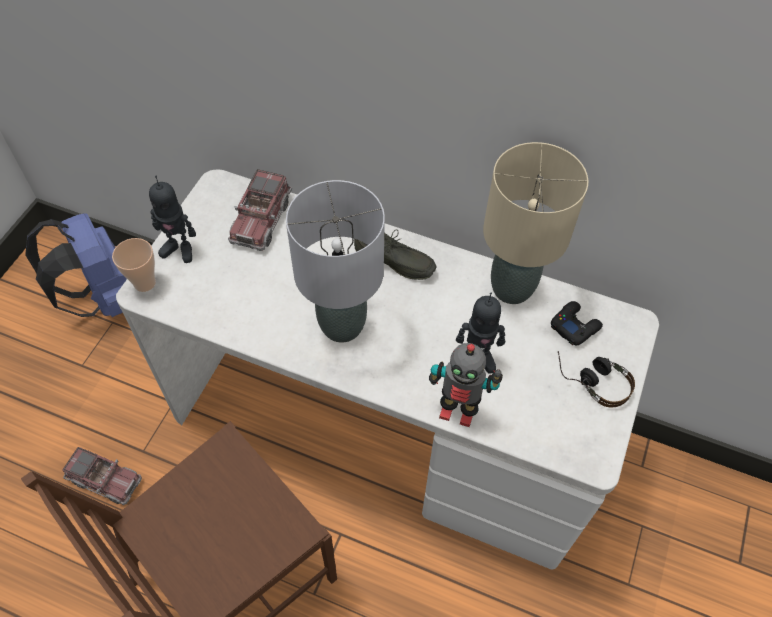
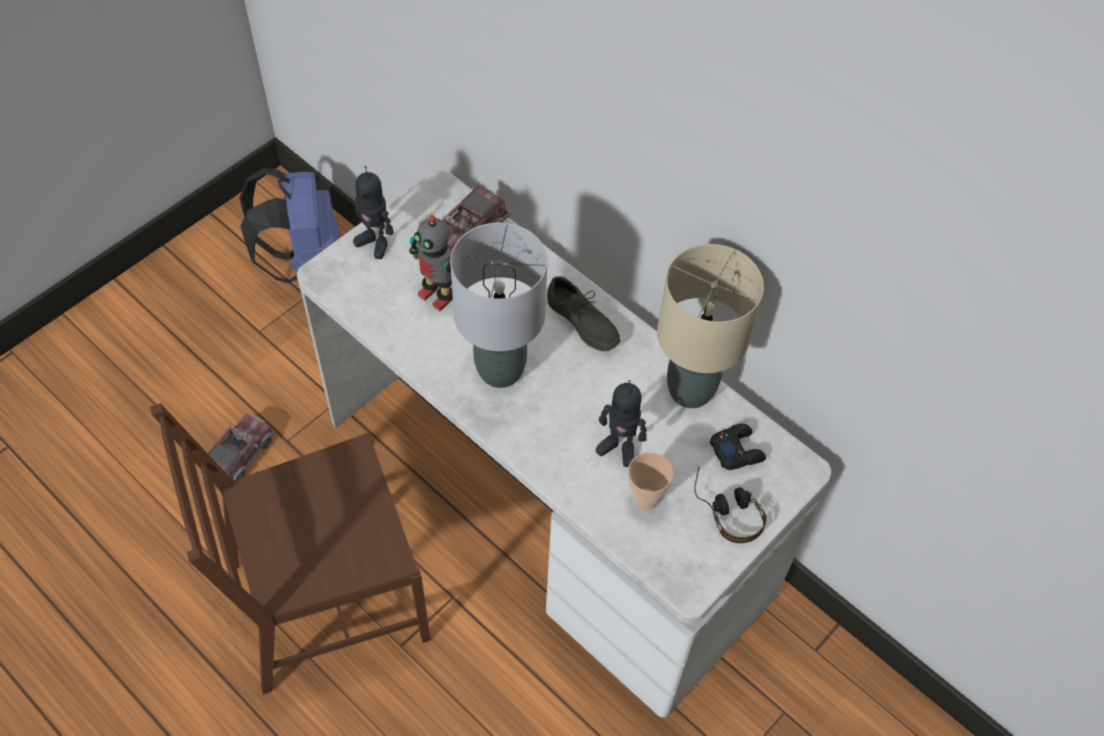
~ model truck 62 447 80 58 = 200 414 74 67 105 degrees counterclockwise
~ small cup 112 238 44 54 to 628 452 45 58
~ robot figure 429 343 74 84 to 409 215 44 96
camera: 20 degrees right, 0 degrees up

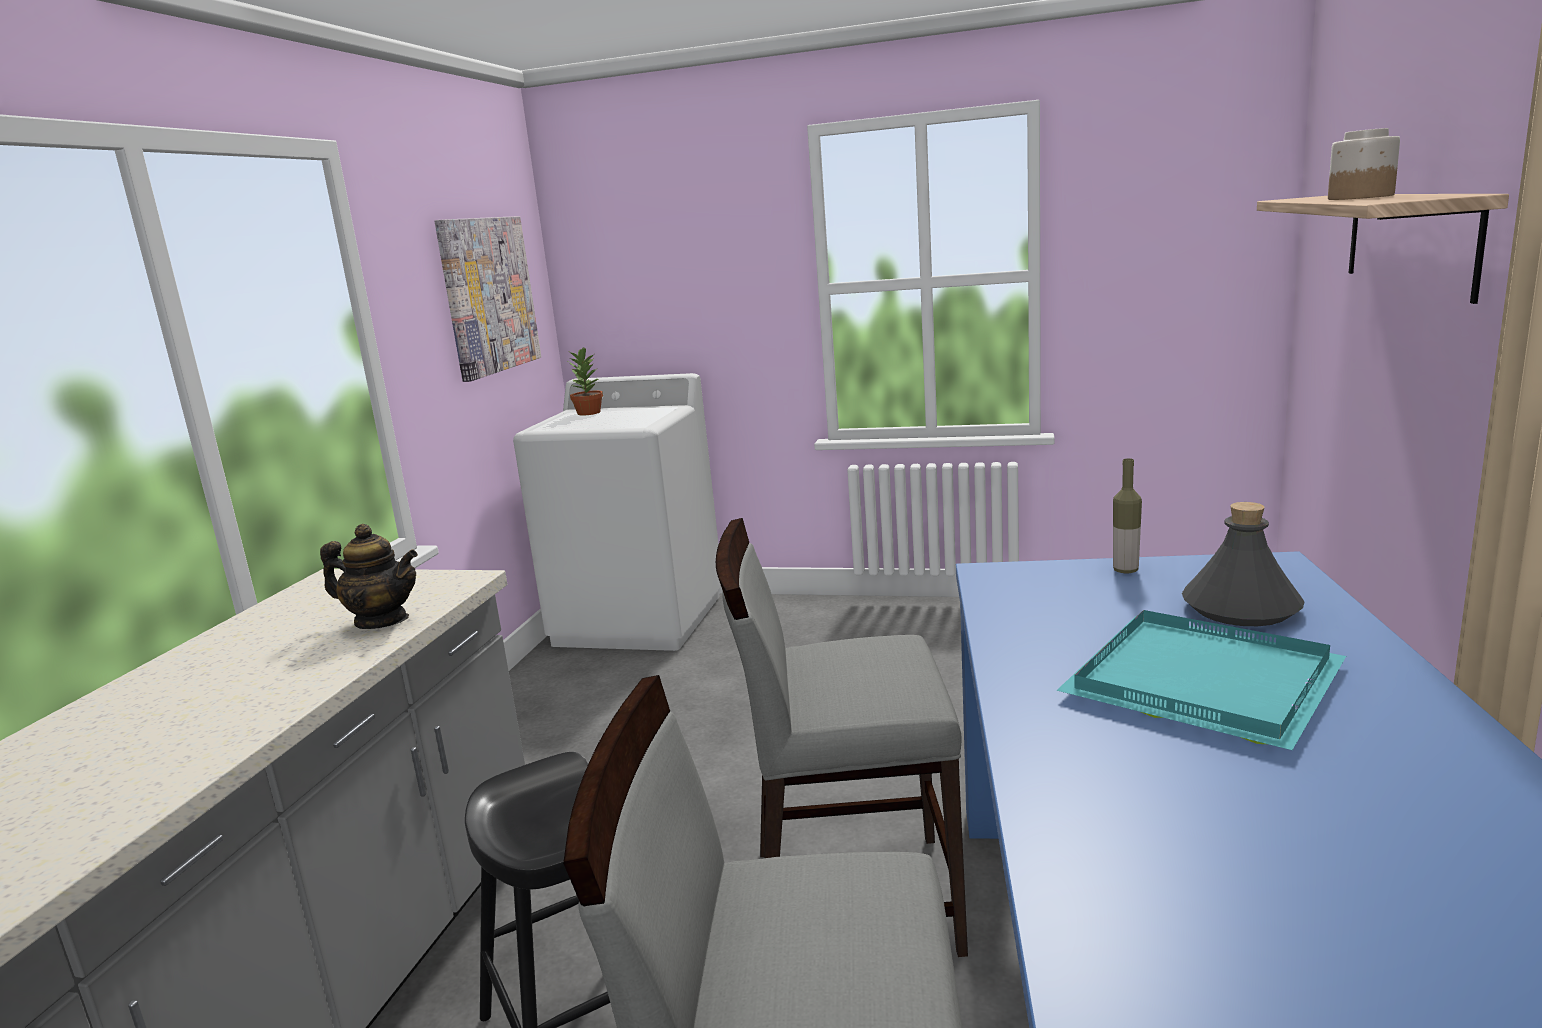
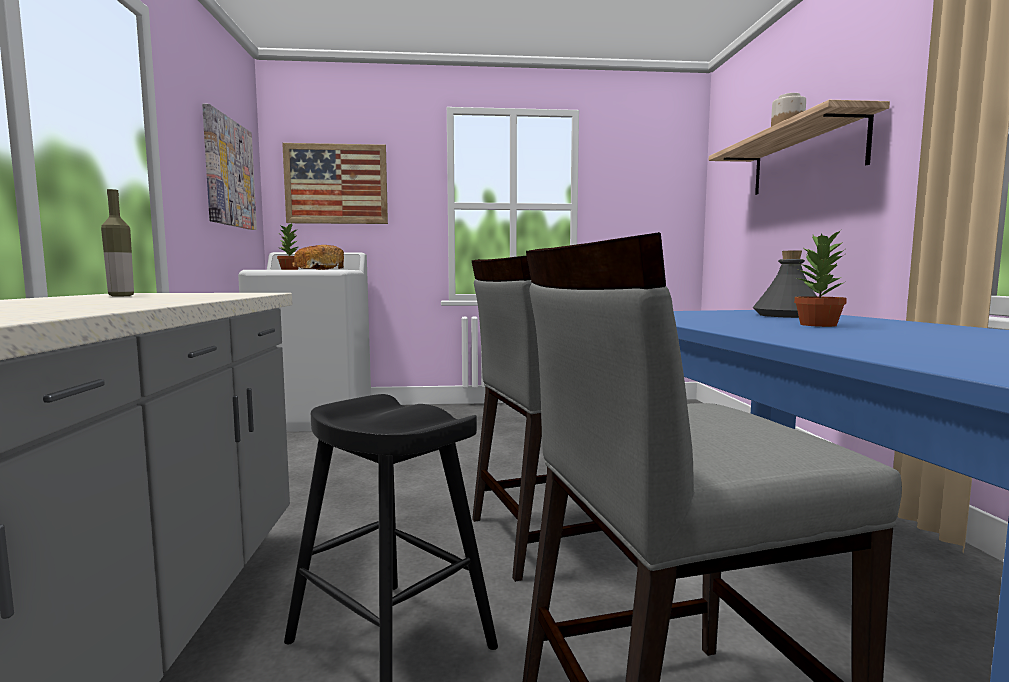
- tea pot 320 524 98 105
~ serving tray in turquoise-coloured 1056 610 290 140 to houseplant 794 230 53 97
~ bottle 1113 458 29 115 to 101 189 33 108
+ picture 282 143 106 81
+ baked bread 292 245 52 25
camera: 20 degrees left, 10 degrees down

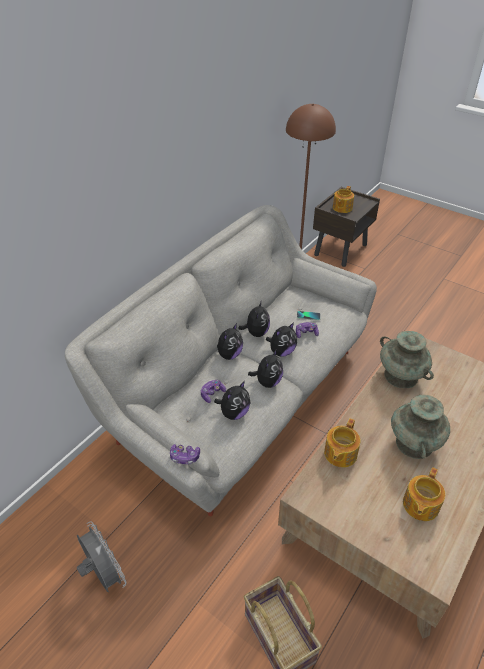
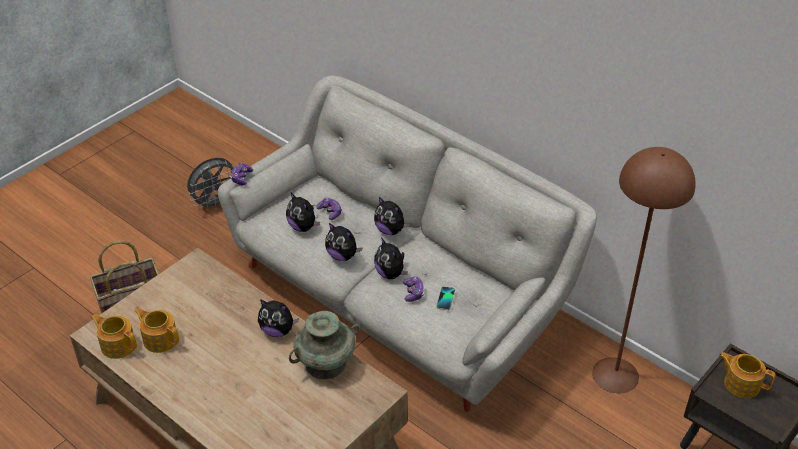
~ plush toy 239 300 31 37 to 258 299 41 38
~ tea pot 324 418 36 49 to 91 314 46 45
- vase in turquoise-coloured 391 395 59 64
camera: 95 degrees right, 0 degrees up

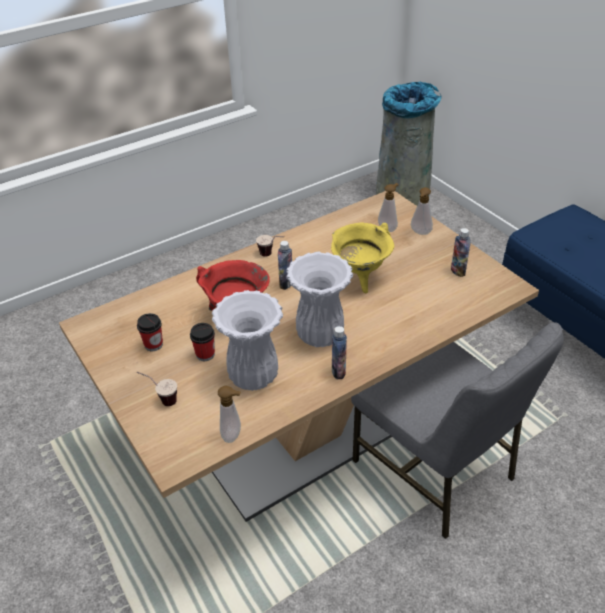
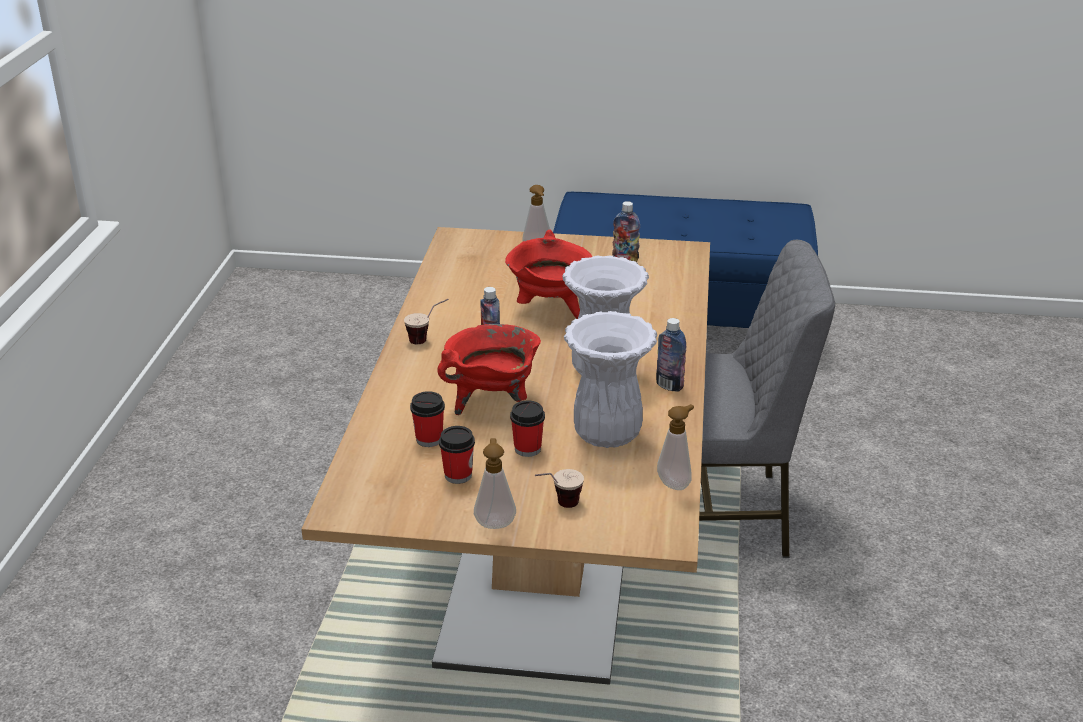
~ saucepot in yellow-coloured 331 222 63 71 to saucepot in reddish 505 230 87 89
- trash can in gray 376 82 66 124
~ soap dispenser 378 183 21 49 to 474 438 42 91
+ small cup 410 391 35 56
camera: 50 degrees left, 10 degrees down

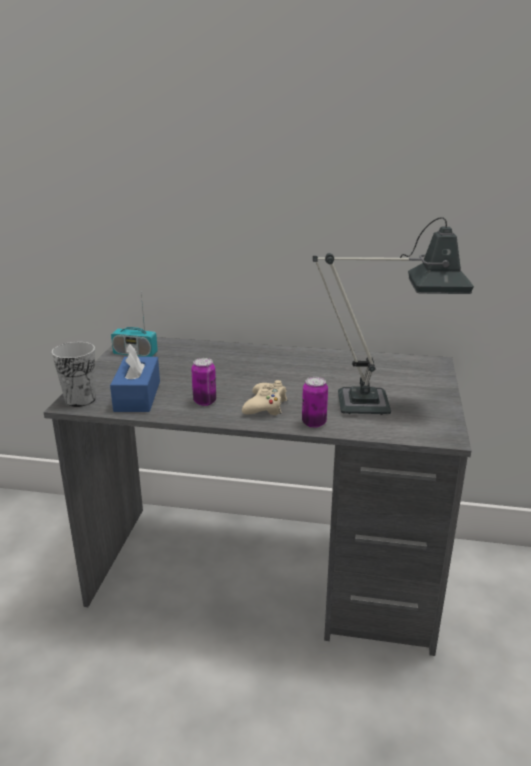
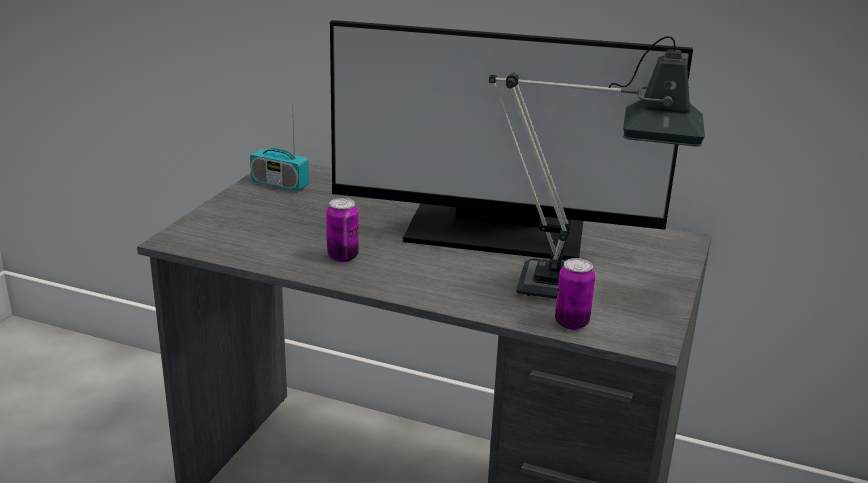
- small cup 52 342 44 65
- tissue box in blue 110 343 50 69
- gamepad in beige 242 380 45 35
~ metal can 302 377 26 51 to 555 258 40 72
+ monitor 330 20 363 241
camera: 10 degrees right, 0 degrees up

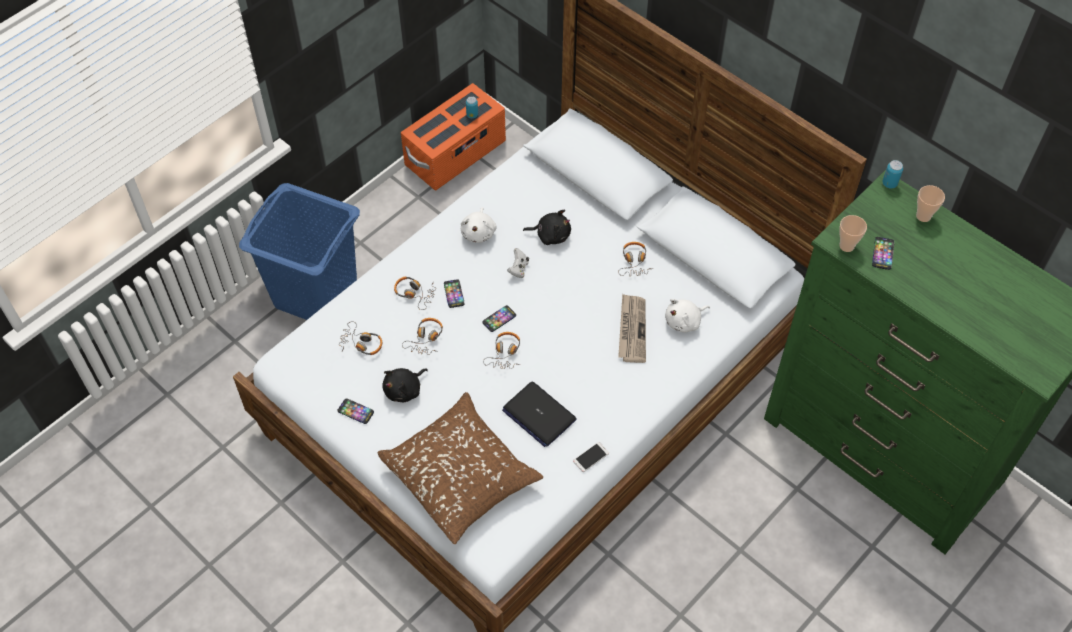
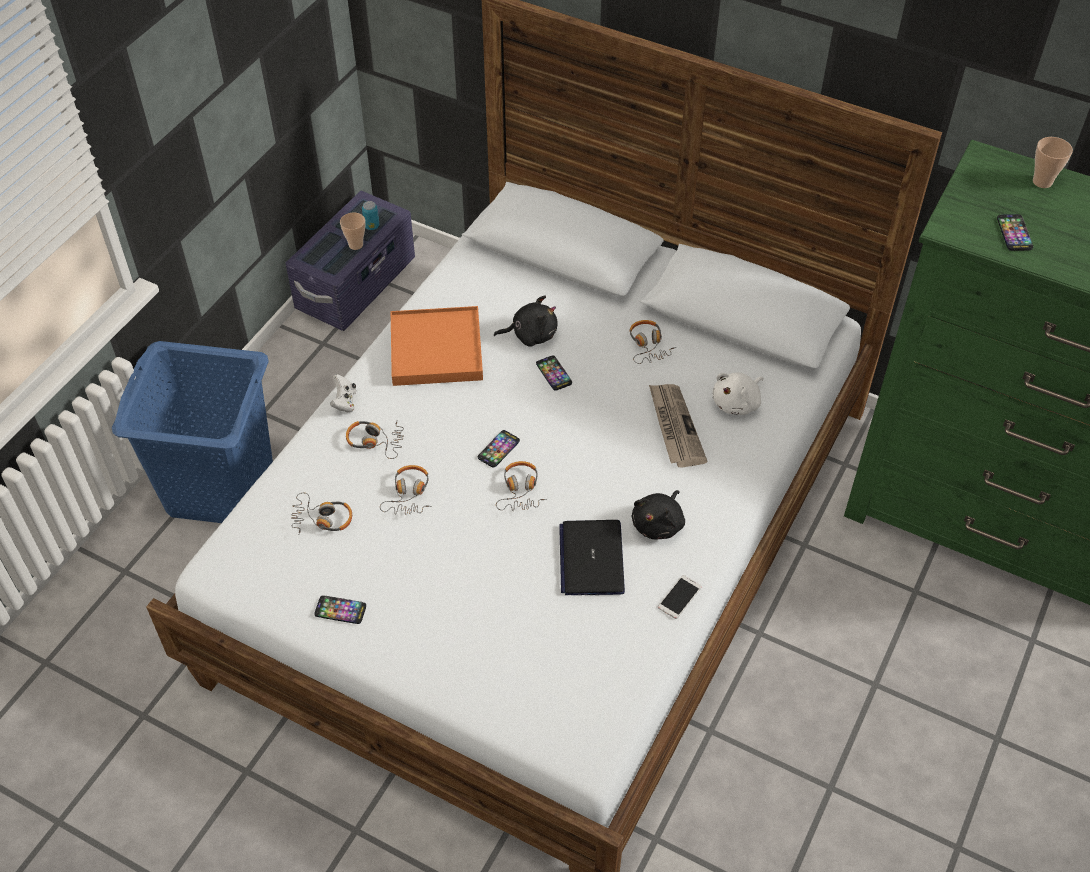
- throw pillow in brownish 378 392 165 152
~ plush toy in blackish 382 368 46 34 to 632 490 53 50
~ storage container in orangey 401 83 105 107 to storage container in purplish 285 191 130 140
~ telephone 444 279 21 29 to 536 355 36 36
~ plush toy in whitish 461 207 35 36 to serving tray in orangey 391 306 92 80
~ portable computer 502 381 75 66 = 559 520 66 75 60 degrees clockwise
~ gamepad in whitish 507 248 22 30 to 330 374 26 38
~ small cup 839 215 28 37 to 340 213 26 37
- metal can 882 160 21 28
camera: 15 degrees left, 5 degrees down

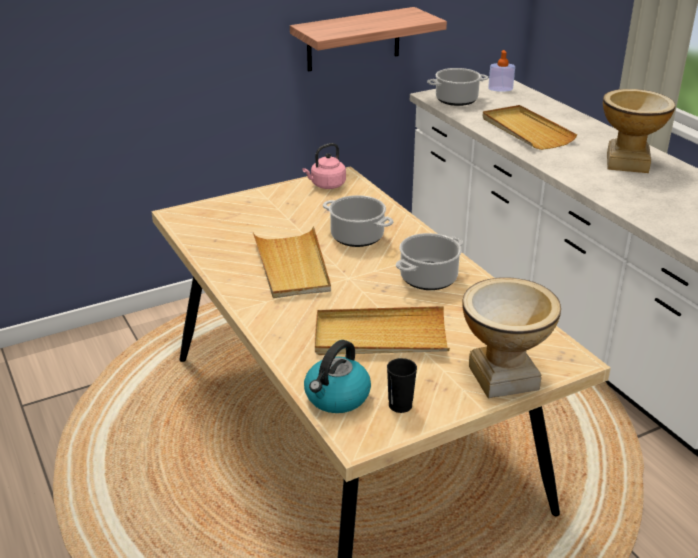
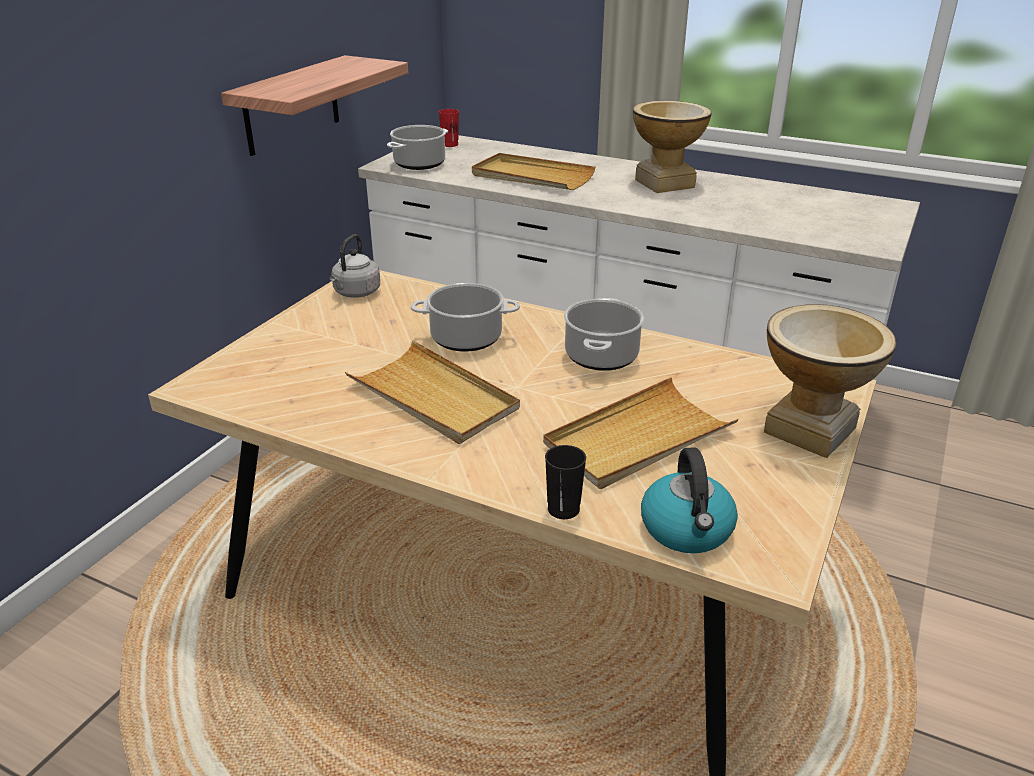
~ water kettle in pink-coloured 302 143 44 46 to water kettle in gray 330 234 50 64
~ small cup in blackish 387 358 30 55 to 545 445 41 74
~ soap dispenser 488 50 27 42 to small cup in reddish 439 109 20 38
camera: 35 degrees left, 0 degrees up

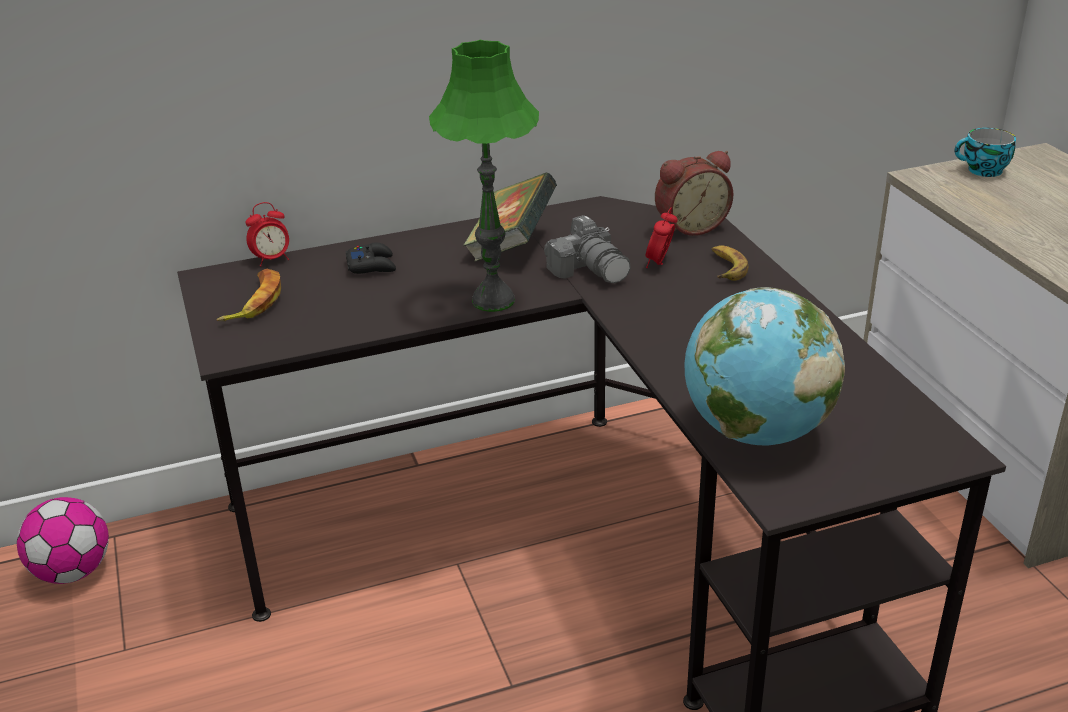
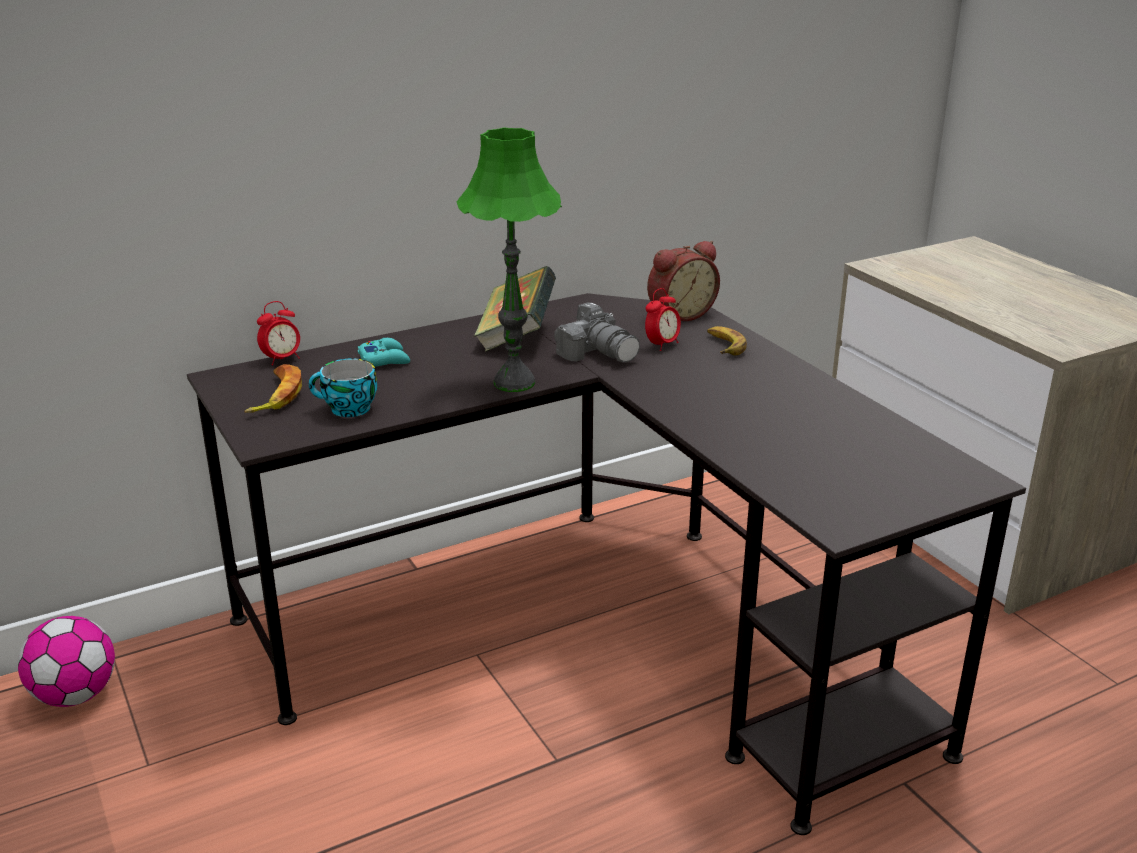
~ gamepad in blackish 346 243 50 31 to gamepad in turquoise-coloured 358 338 52 29
~ bedside clock 646 208 32 60 = 645 288 36 63 150 degrees counterclockwise
- globe 685 287 160 158
~ small cup 955 128 61 49 to 309 358 68 59
camera: 10 degrees left, 5 degrees down

